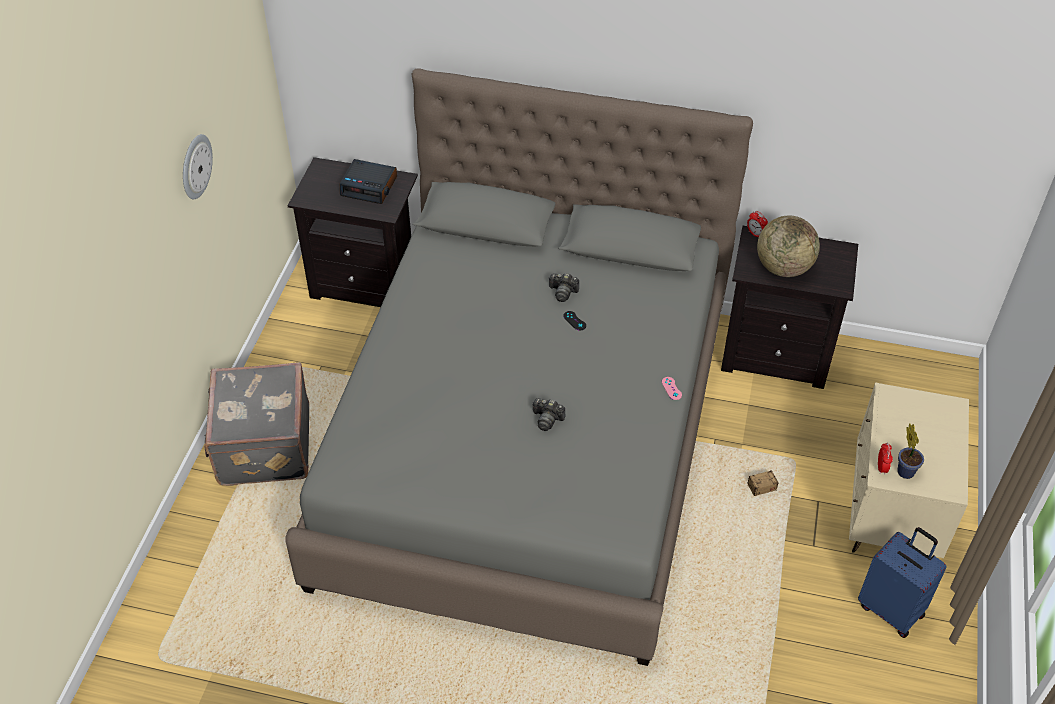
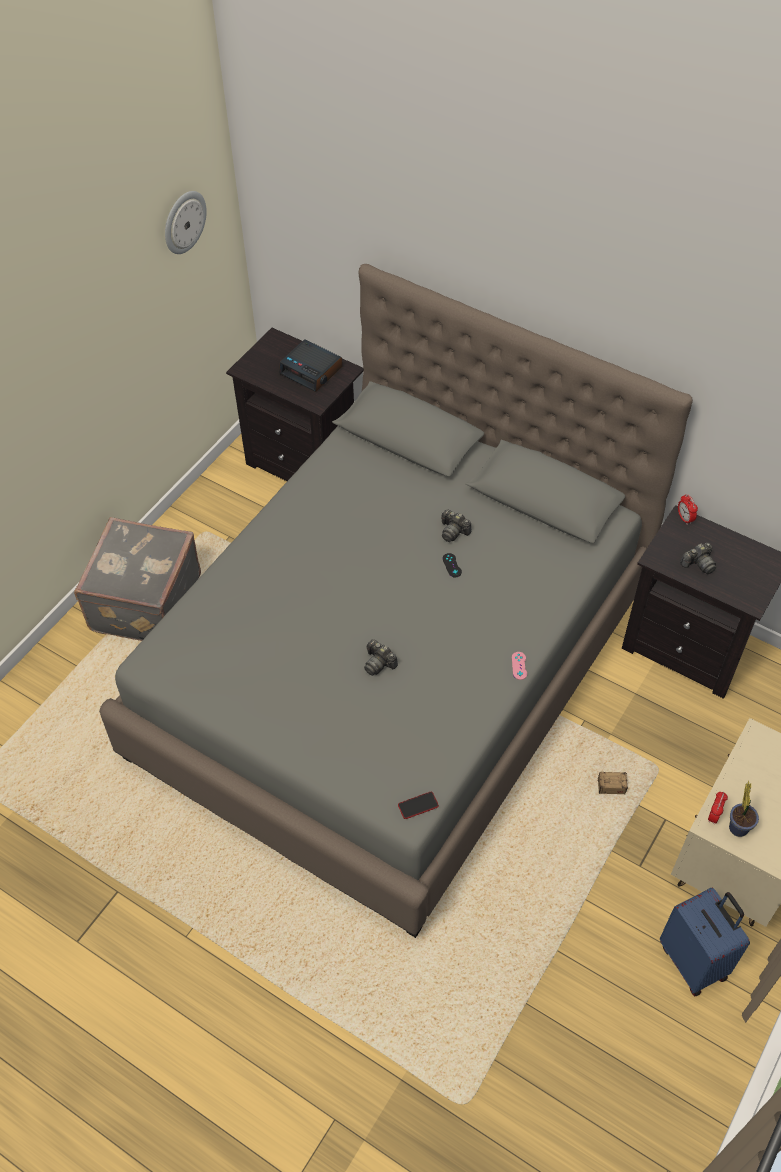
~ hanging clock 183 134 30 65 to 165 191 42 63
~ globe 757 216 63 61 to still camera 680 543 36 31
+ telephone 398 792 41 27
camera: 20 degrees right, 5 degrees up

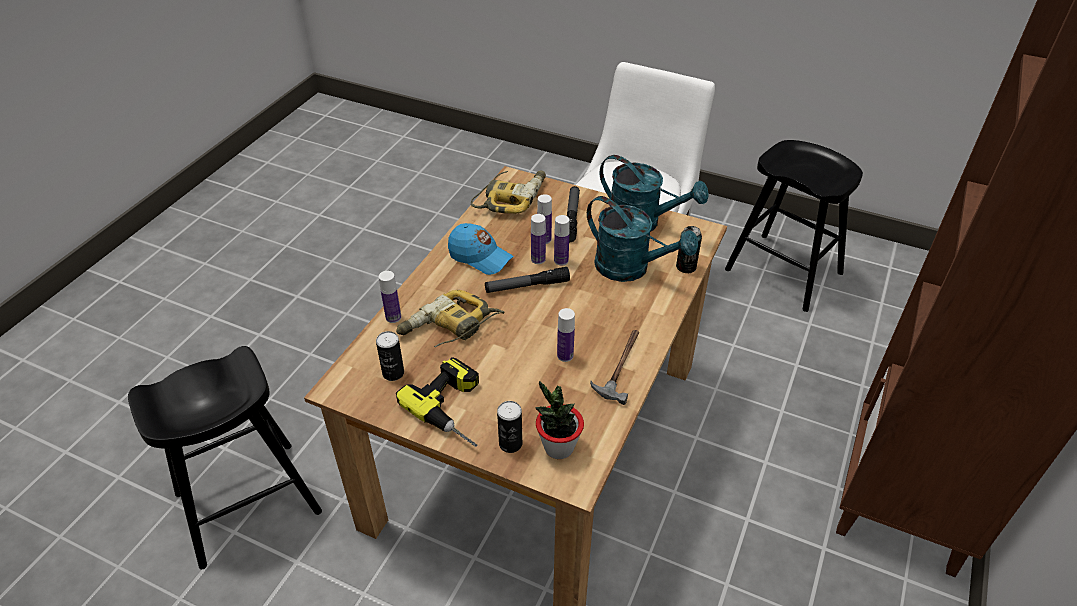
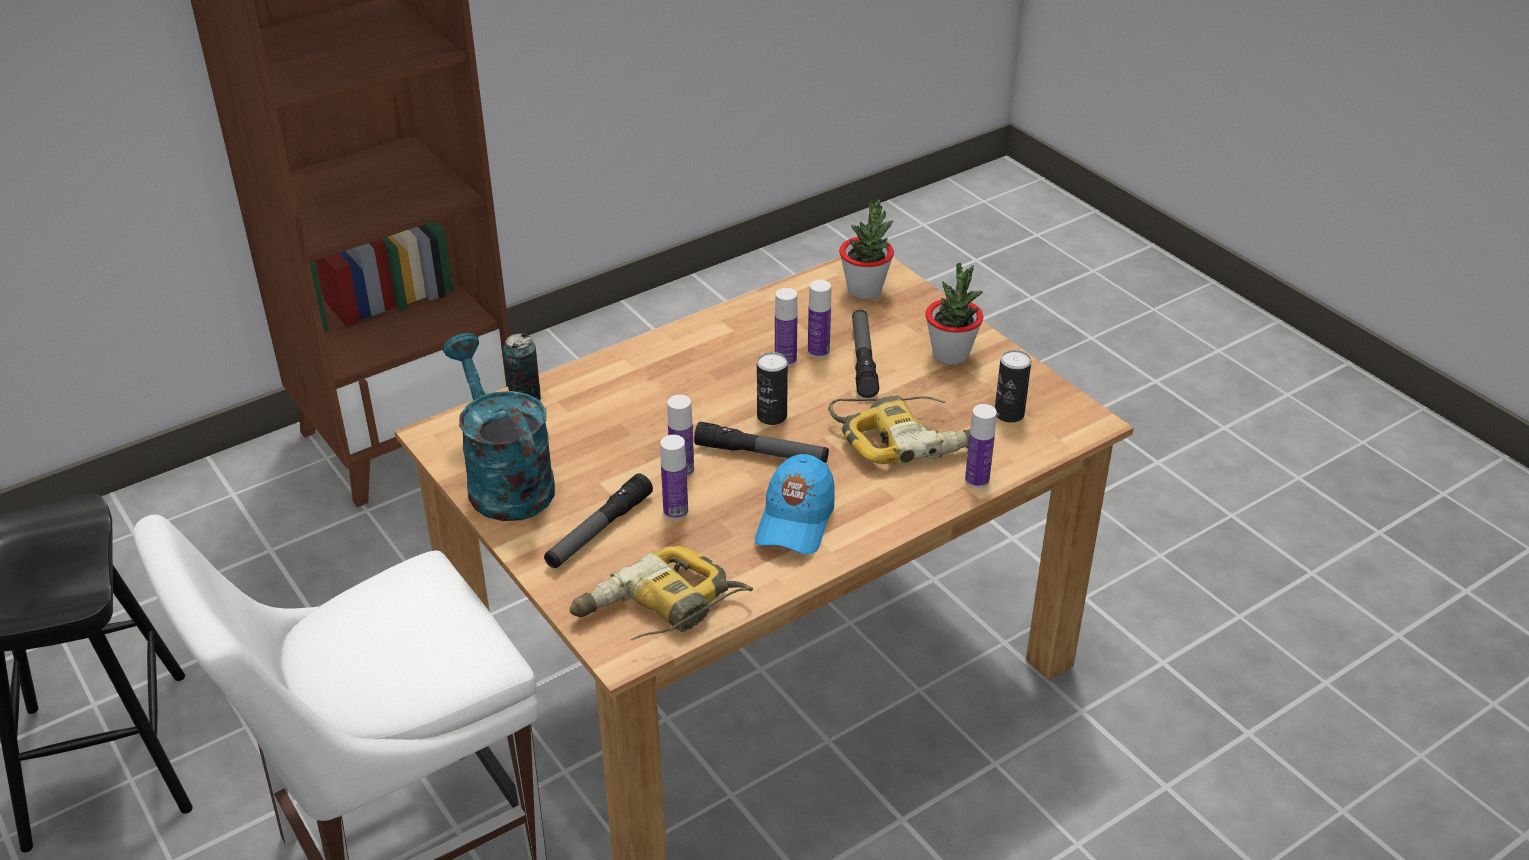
- stool in blackish 128 346 194 223
~ power drill 396 357 83 90 to houseplant 925 263 58 102
~ cap in blue 448 223 66 52 = 755 454 80 100 135 degrees counterclockwise
~ metal can 497 401 25 52 to 757 352 31 73
~ bottle 531 214 15 50 to 808 280 23 78
- watering can in turquoise-coloured 587 196 111 86
- hand hammer 590 330 49 75
+ flashlight 852 310 27 88
camera: 150 degrees left, 5 degrees down

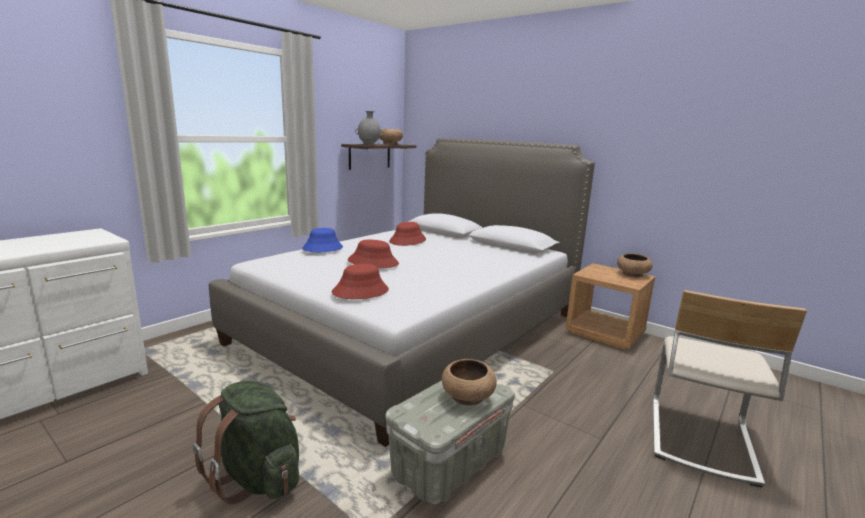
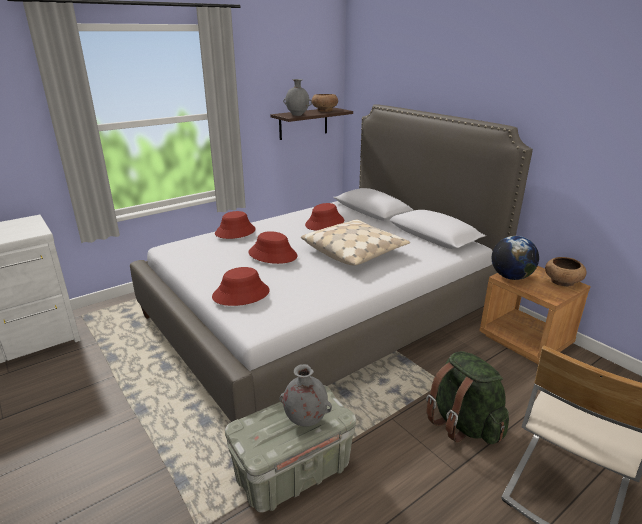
~ backpack in greenish 193 380 106 124 to 426 351 83 93
~ hat in blue 302 228 41 24 to hat in reddish 215 211 41 28
~ bowl in brownish 442 359 55 47 to vase in gray 279 364 53 63
+ throw pillow in beige 301 219 109 47
+ globe 492 236 47 44
camera: 15 degrees right, 10 degrees up

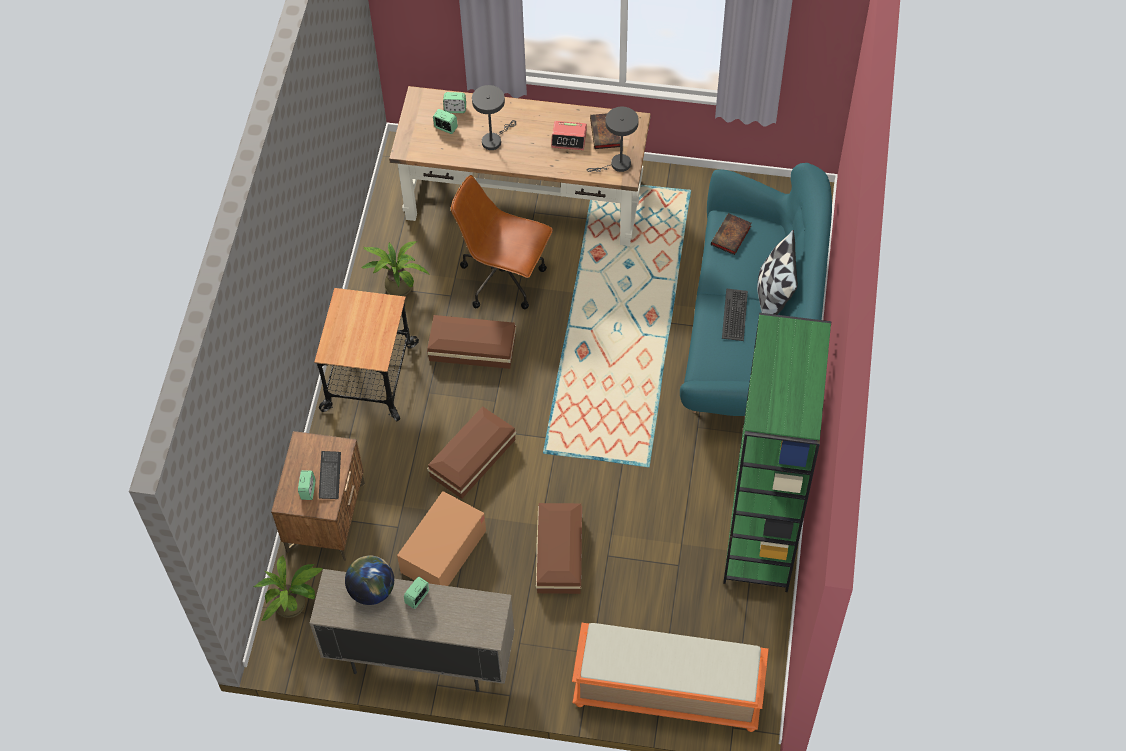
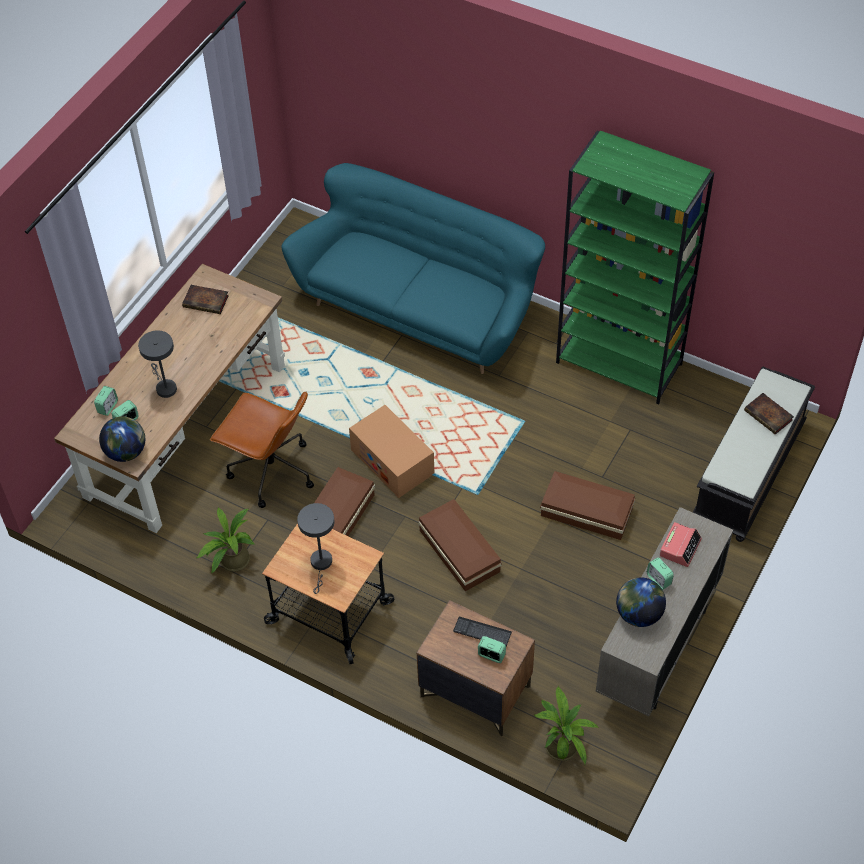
~ carton 397 491 89 95 to 349 405 85 93
~ computer chair in brownish 451 175 102 134 = 210 391 104 117 105 degrees counterclockwise
~ bedside clock 551 121 36 29 to 660 522 42 45
~ bench in orangey 572 623 197 109 to bench in blackish 693 366 122 176
~ lamp for a table in gray 587 107 52 65 to 297 503 38 91
~ volume 711 213 41 42 to 744 393 50 42
- PC keyboard 722 289 26 52
- throw pillow 757 230 41 85
+ globe 99 416 46 46
camera: 70 degrees left, 5 degrees down

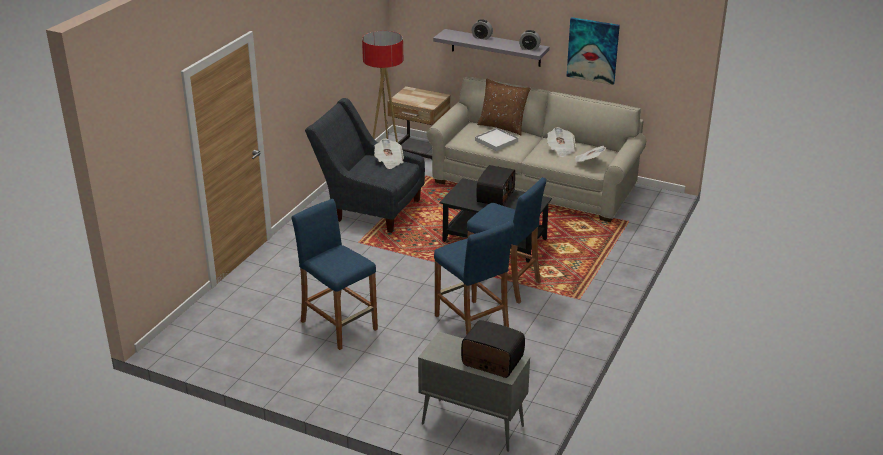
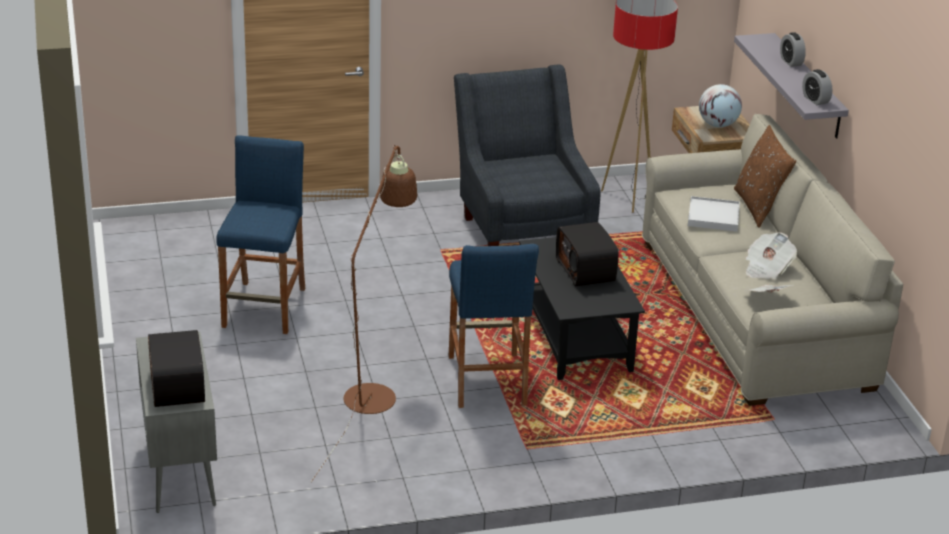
- daily paper 374 139 30 30
~ stool in blue 434 222 80 112 to standard lamp in brownish 311 145 106 337
~ radio 477 165 38 41 = 556 222 62 64 90 degrees clockwise
- picture 567 17 53 68
+ globe 699 84 43 43
camera: 50 degrees right, 0 degrees up

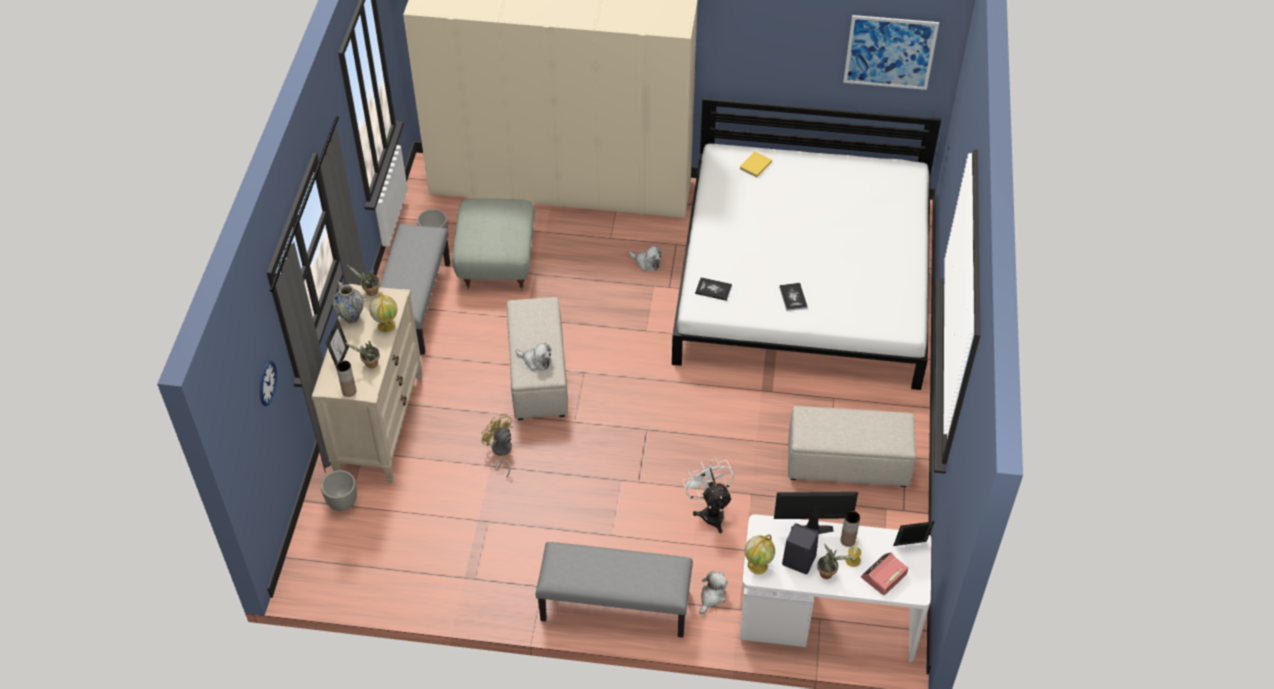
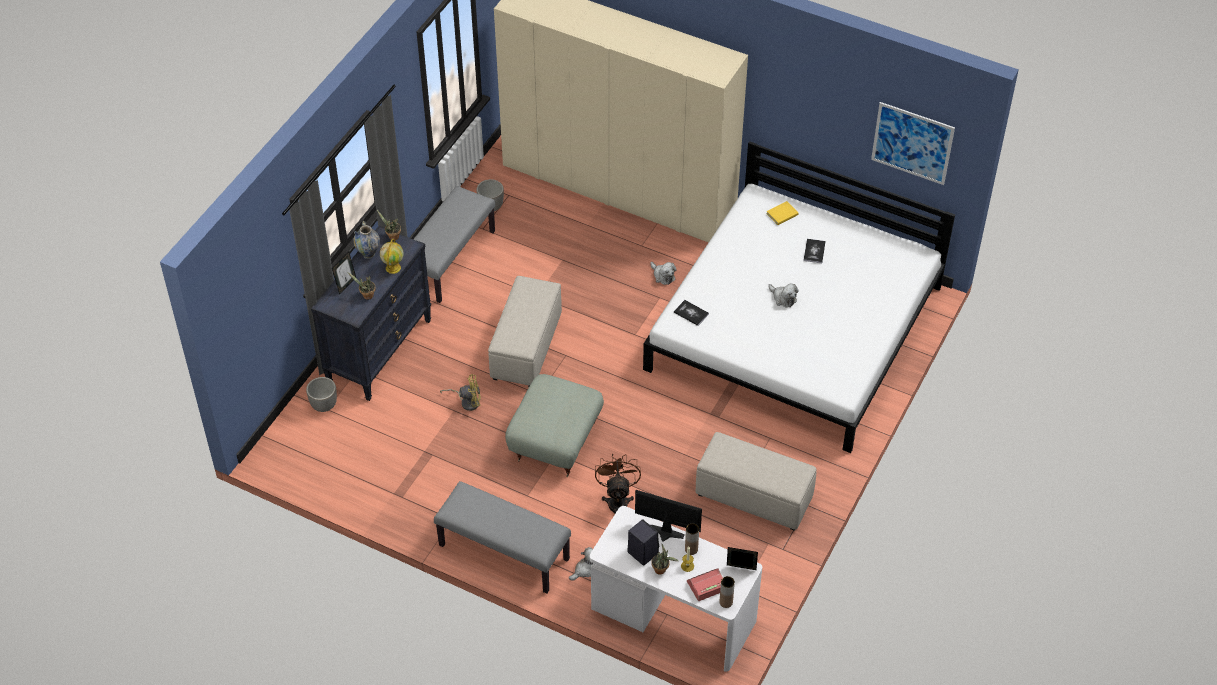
- hanging clock 260 361 17 45
~ chest of drawers in beige 312 284 110 199 to chest of drawers in blackish 311 226 120 175
~ vase in brownish 336 361 20 36 to 719 576 16 32
~ ottoman in gray 452 198 83 93 to 505 374 99 103
~ electric fan in yellow-coloured 482 414 31 64 = 440 374 41 37 105 degrees clockwise
~ plush toy 515 343 37 28 to 768 284 31 23
~ electric fan in whitish 683 458 52 75 to electric fan in brownish 595 454 46 59
- globe 745 534 30 40
~ volume 779 283 29 28 to 804 239 22 24
camera: 20 degrees right, 0 degrees up

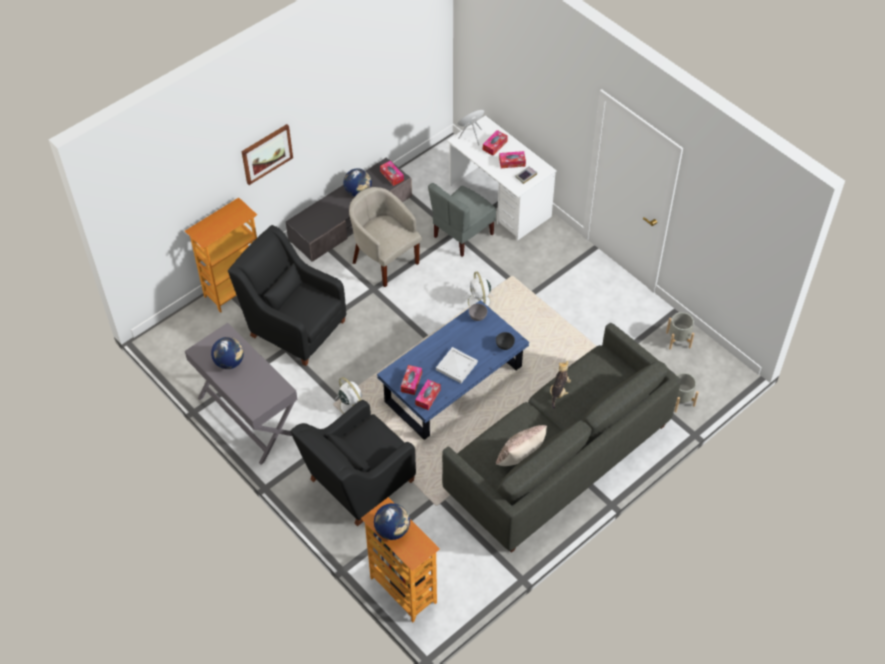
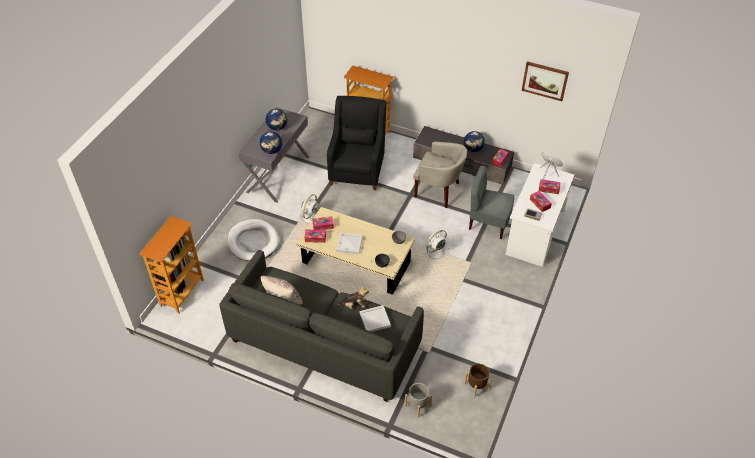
~ picture 242 124 51 61 to 522 61 47 40
~ easy chair in blackish 290 400 126 126 to pet bed in whitish 228 219 51 42
~ easy chair in beige 349 187 73 100 = 413 142 54 66 90 degrees clockwise
~ globe 374 503 36 37 to 260 132 22 22
~ lounge table in blue 377 300 152 140 to lounge table in beige 297 207 118 88
~ planter in gray 666 312 28 37 to planter in brownish 464 364 28 34
+ serving tray in whitish 360 305 31 27
camera: 65 degrees right, 5 degrees down

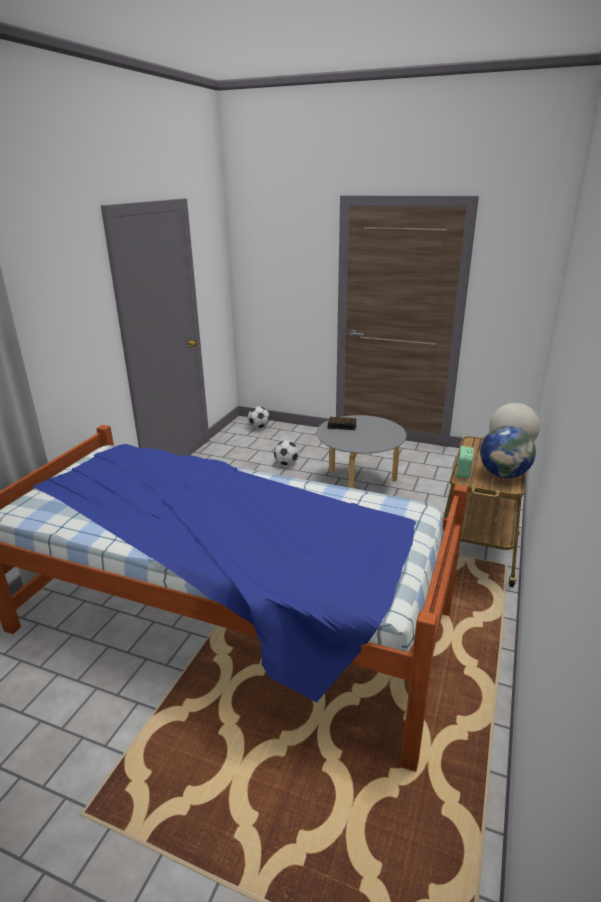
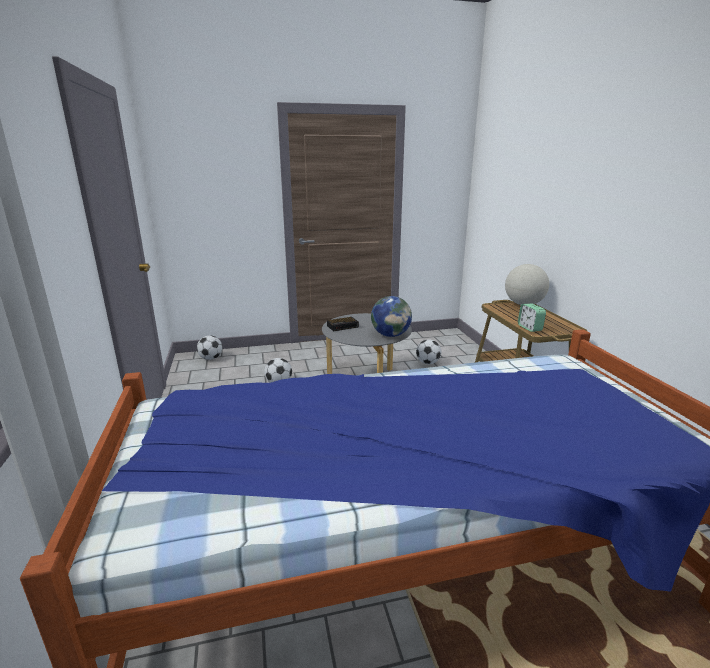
~ globe 480 426 56 52 to 371 296 41 41
+ football ball 416 339 25 25
camera: 35 degrees left, 5 degrees down

